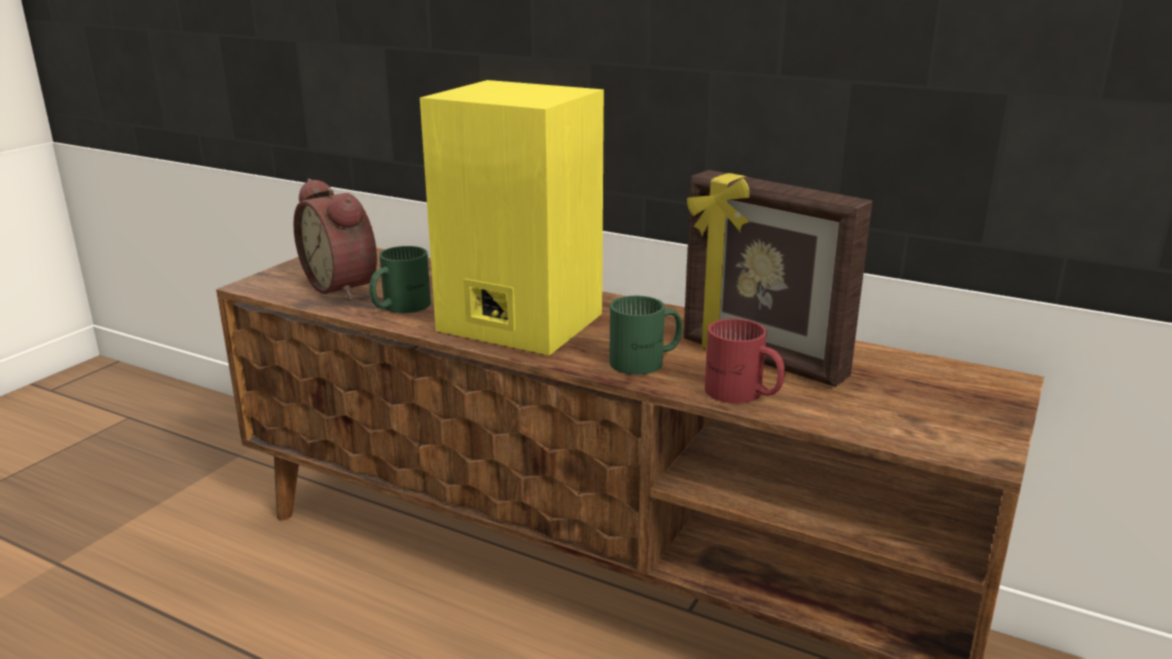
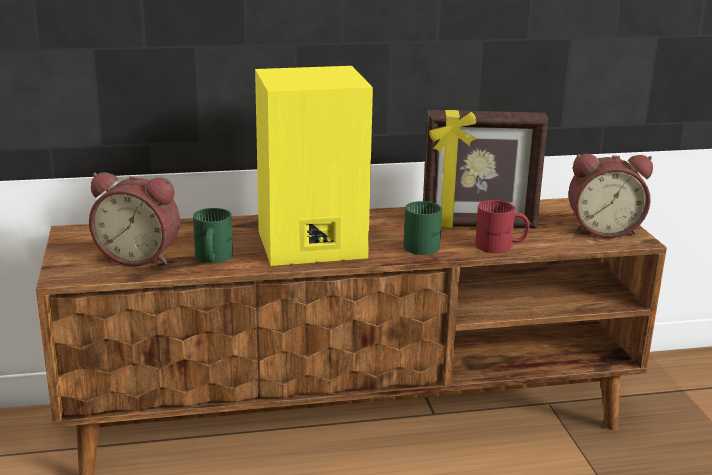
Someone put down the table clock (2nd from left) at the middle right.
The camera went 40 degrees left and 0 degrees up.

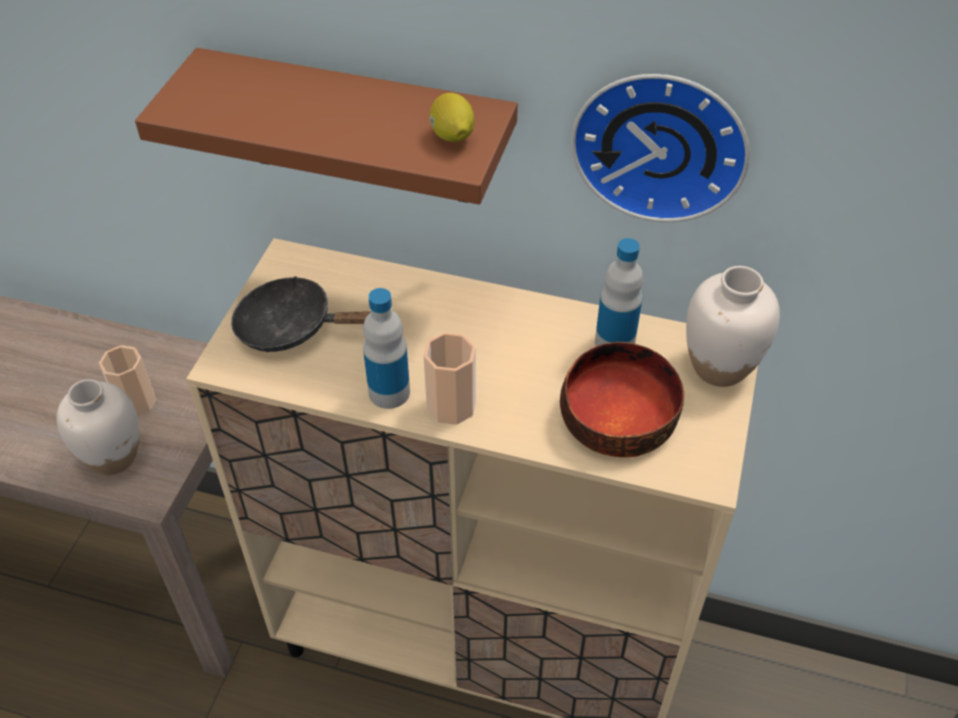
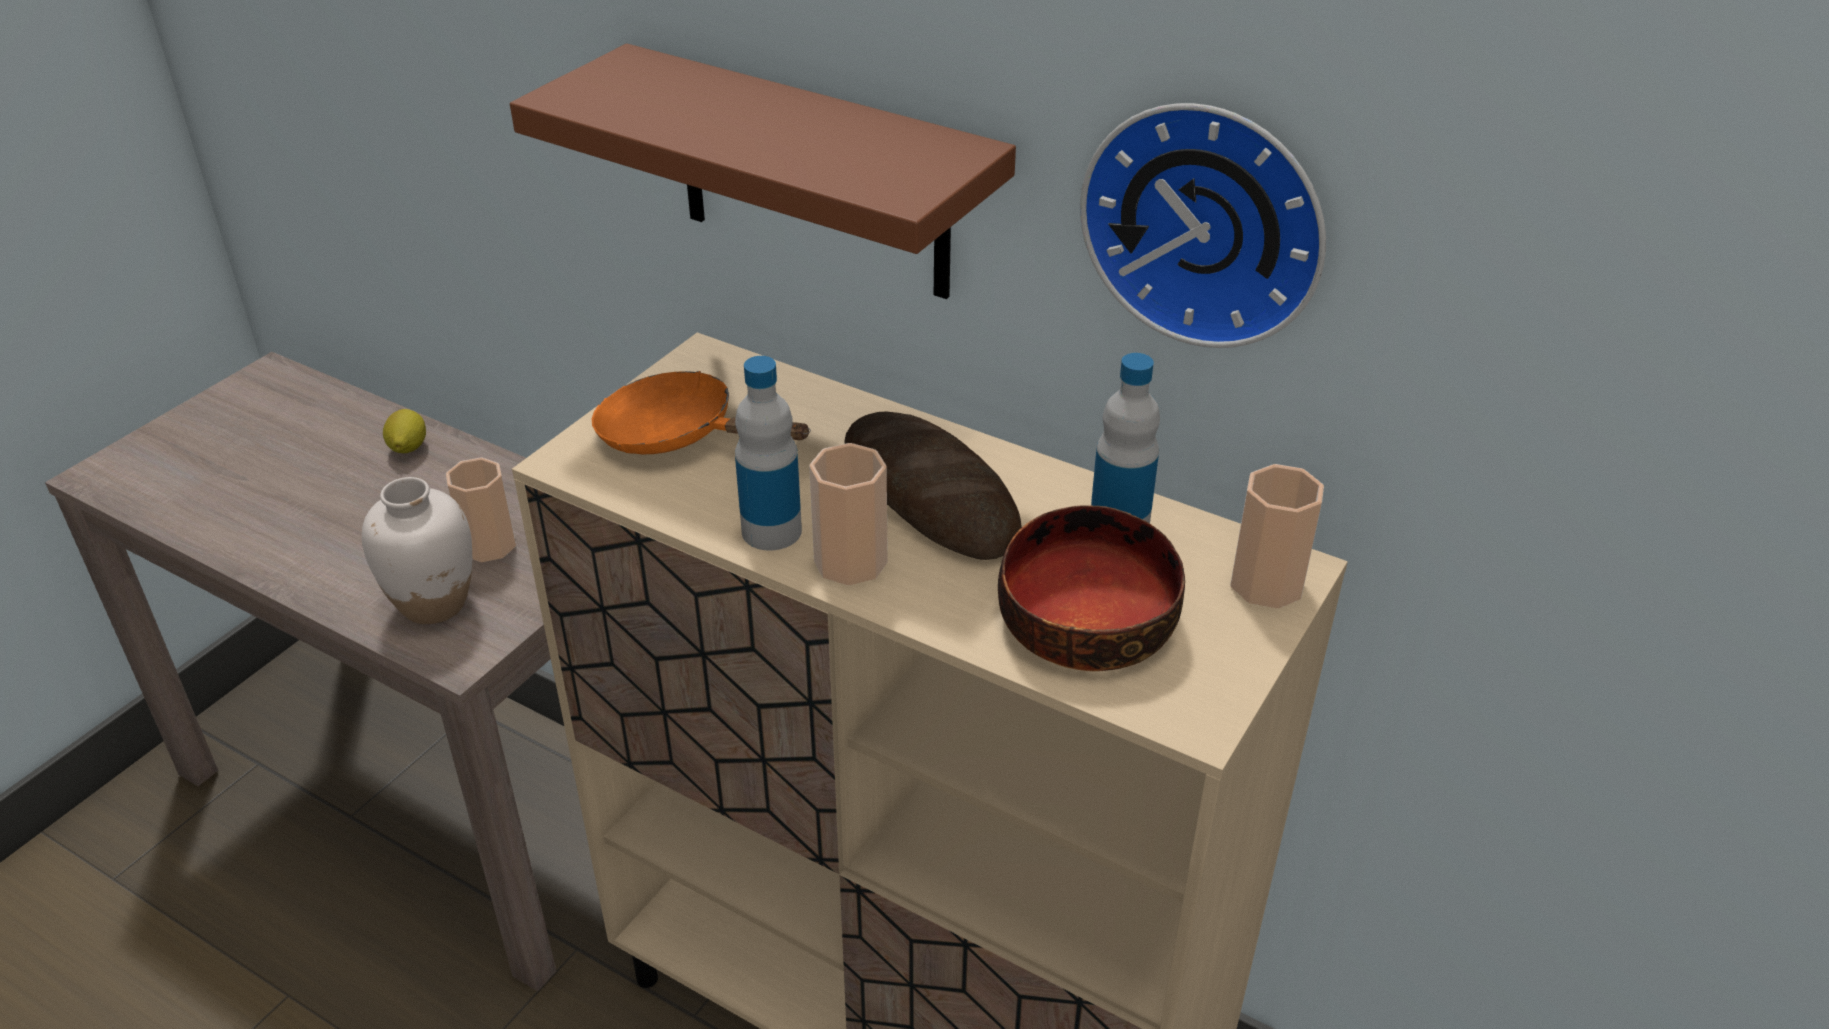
Someone put down the baked bread at the centre.
Someone carried the whole lemon from the top centre to the middle left.
Someone swapped the white decorative vase (2nd from left) at the middle right for the drinking cup (3rd from left) at the middle right.
Someone repainted the blackish skillet at the middle left, which became the orange skillet at the centre.
The camera went 15 degrees right and 10 degrees down.

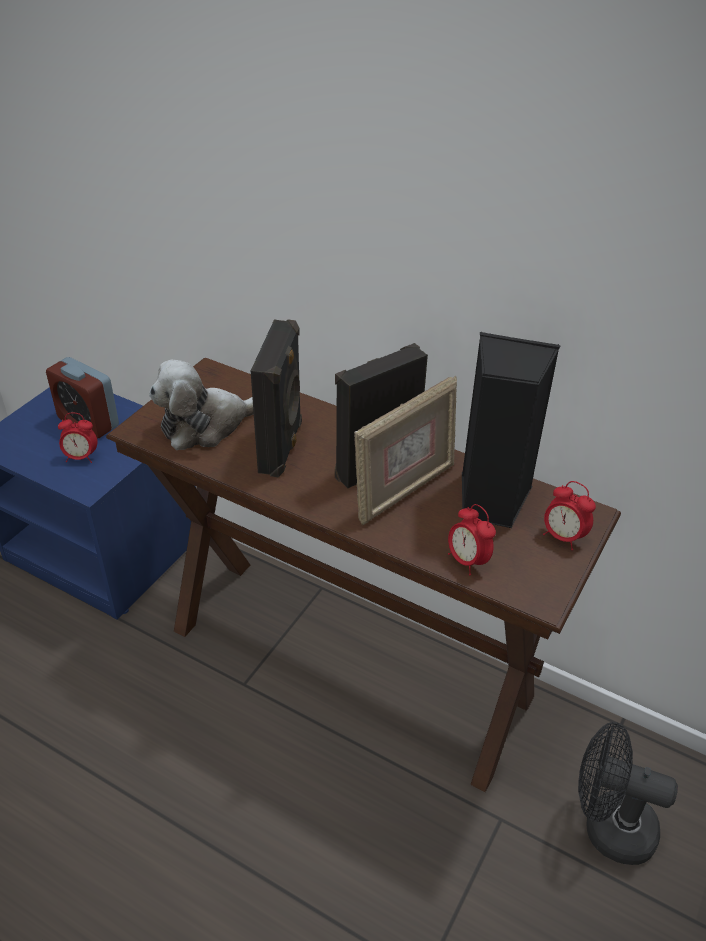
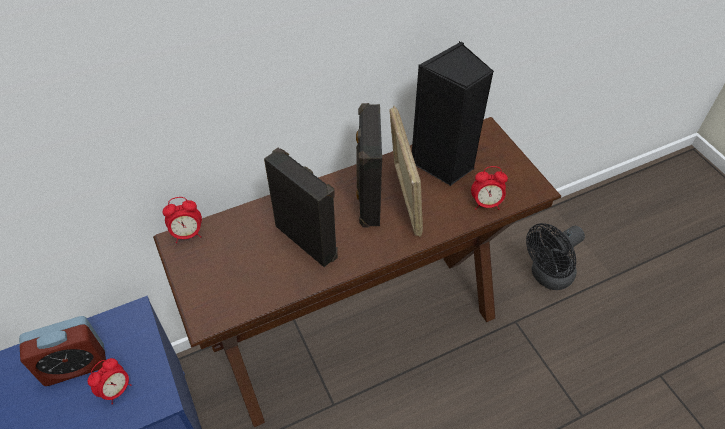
Someone took away the soft toy at the middle left.
Someone carried the table clock (4th from left in the first image) from the middle right to the middle left.
The camera went 55 degrees left and 10 degrees up.

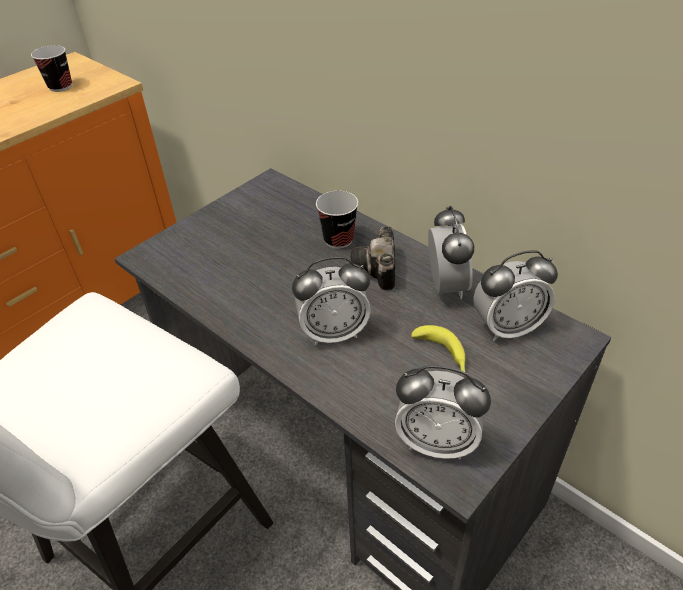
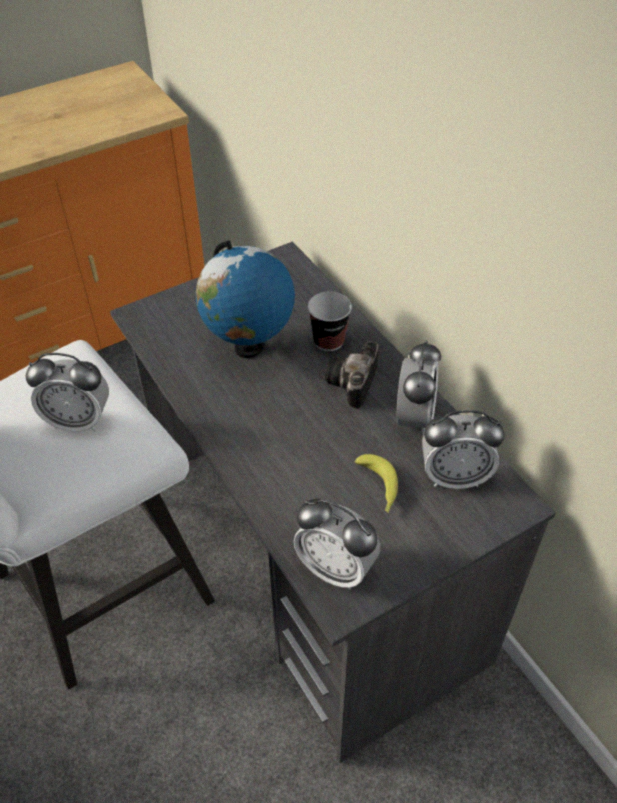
Someone took away the drinking cup (1st from left) at the top left.
Someone put down the world globe at the centre.
Someone carried the table clock (1st from left) from the centre to the middle left.
The camera went 15 degrees right and 5 degrees up.

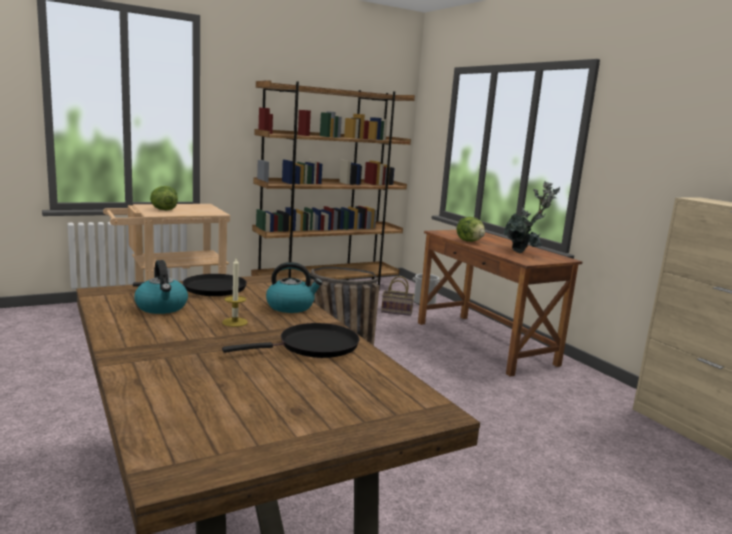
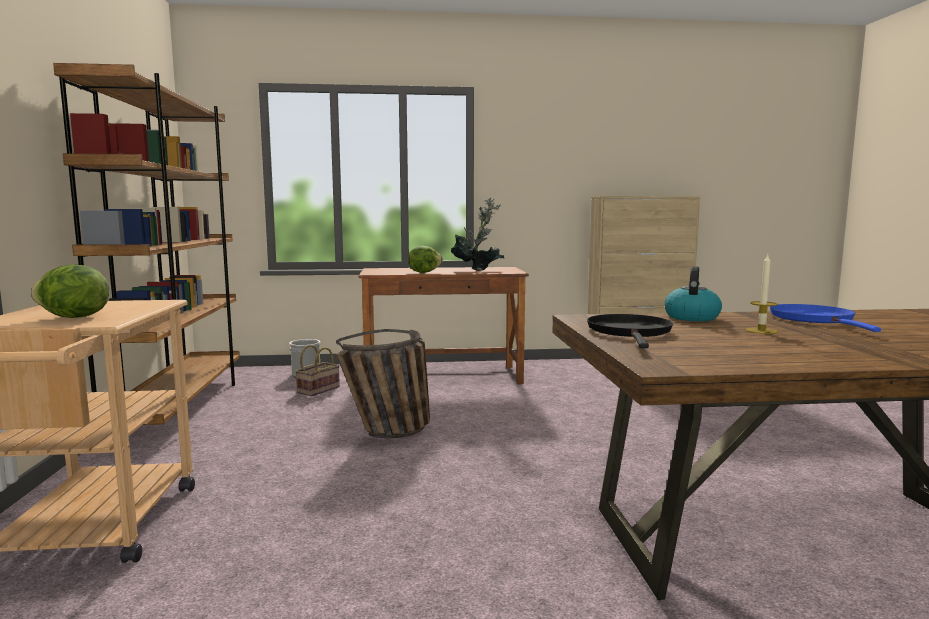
Someone took away the water kettle (1st from left) at the middle left.
Someone repainted the blackish skillet (2nd from left) at the centre, which became the blue skillet at the middle right.
The camera went 65 degrees left and 5 degrees down.

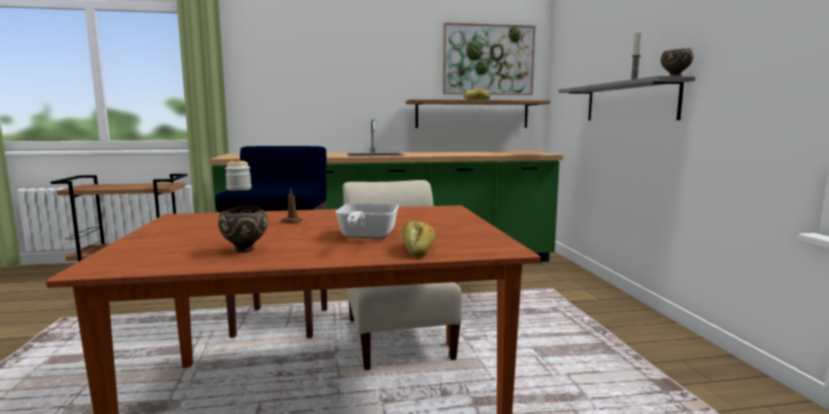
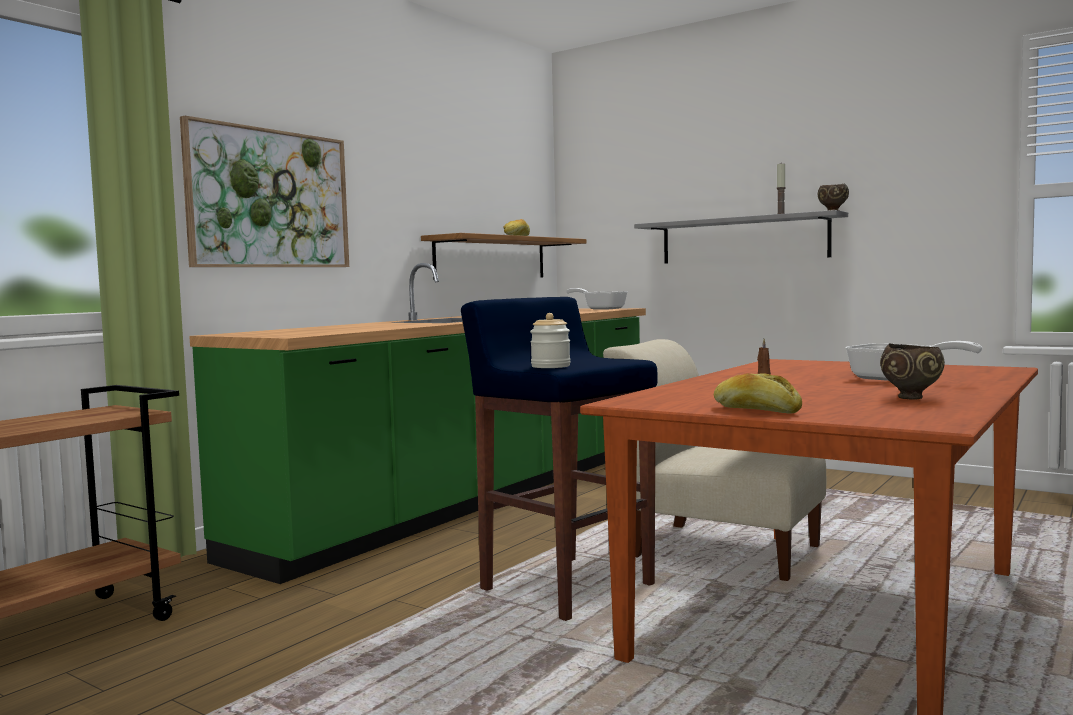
Someone put down the skillet (1st from left) at the centre.
Someone carried the baked bread (1st from left in the first image) from the centre to the middle right.
Someone carried the wall picture from the top centre to the top left.
The camera went 45 degrees left and 5 degrees down.

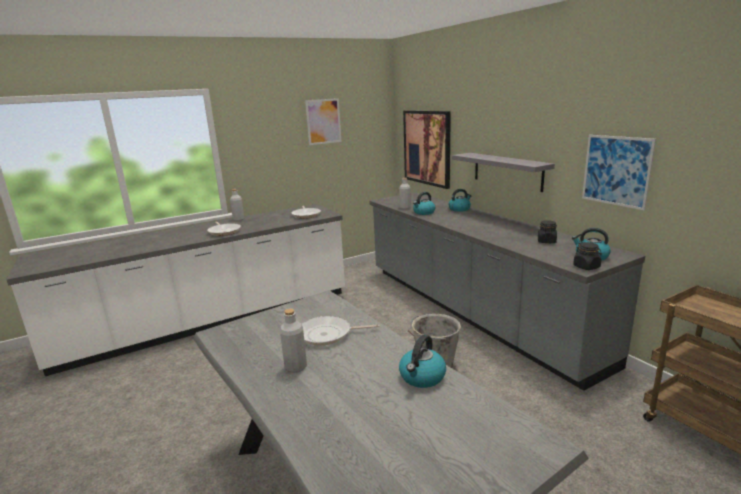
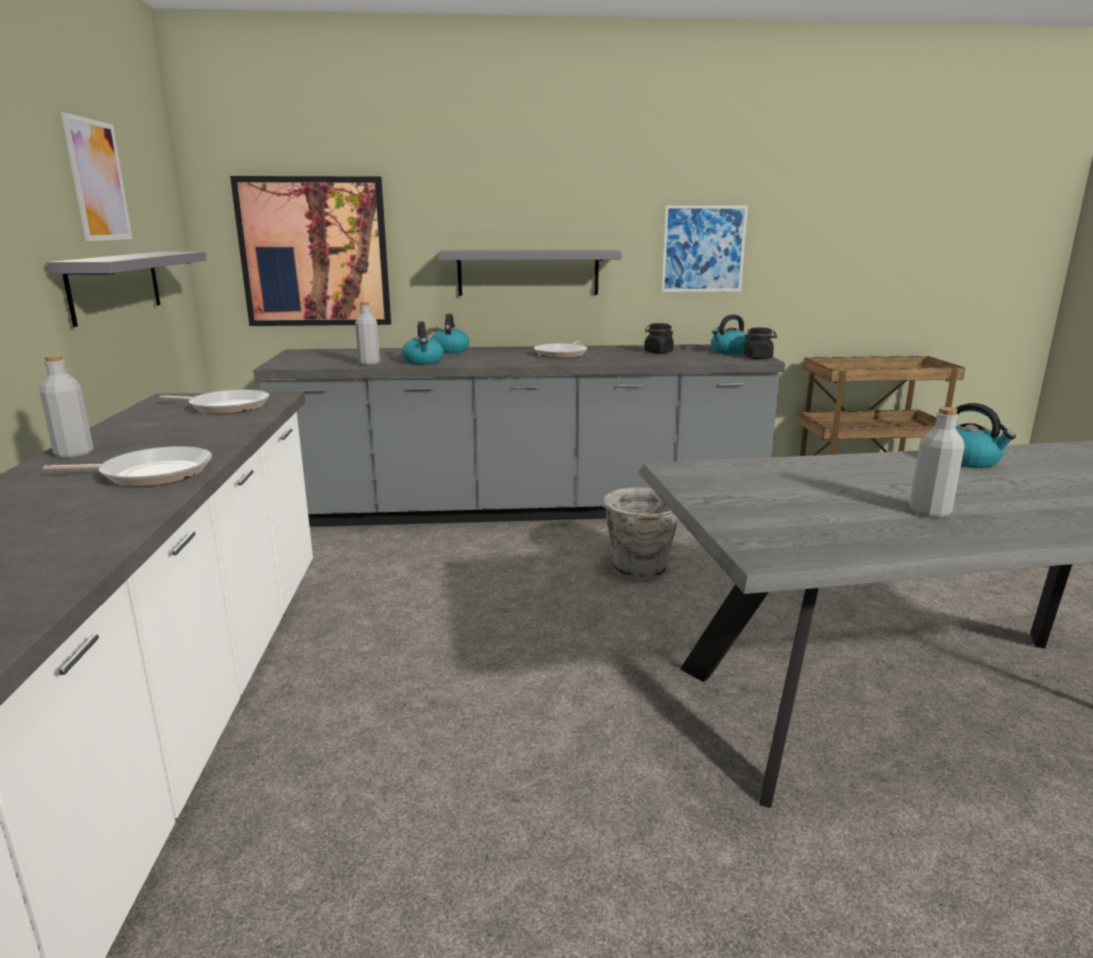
Someone put up the grey shelf (1st from left) at the top left.
Someone carried the skillet (3rd from left) from the bottom centre to the centre.
The camera went 65 degrees left and 0 degrees up.

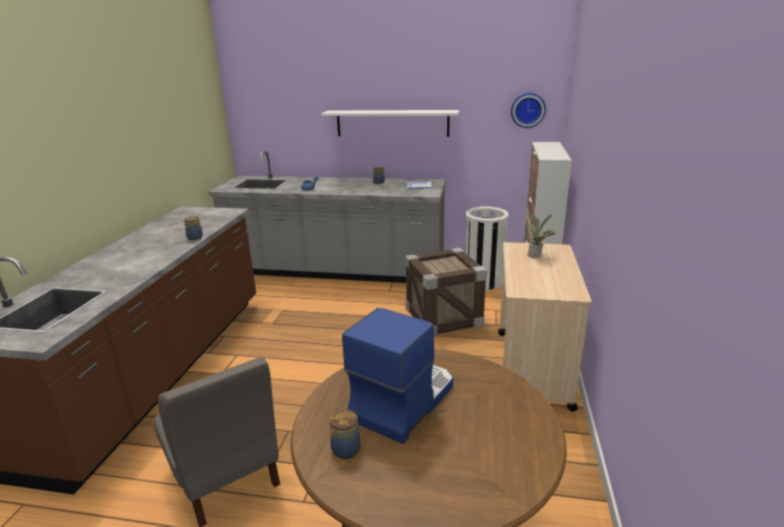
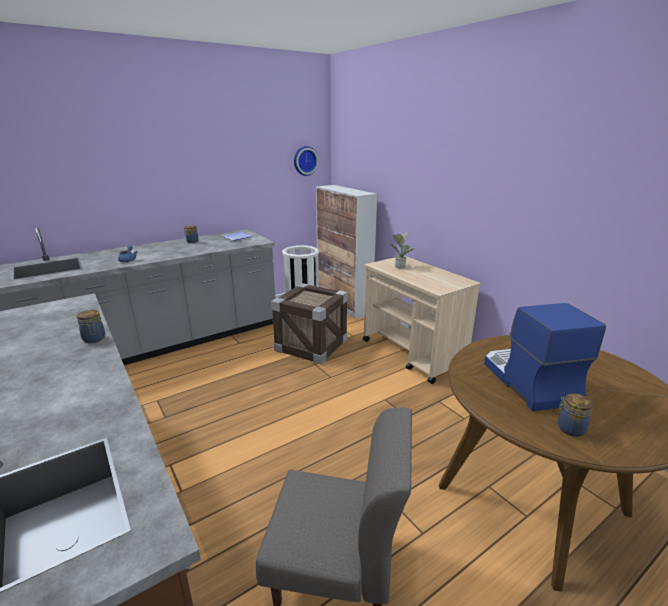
Someone took away the white shelf at the top centre.
The camera went 45 degrees left and 0 degrees up.

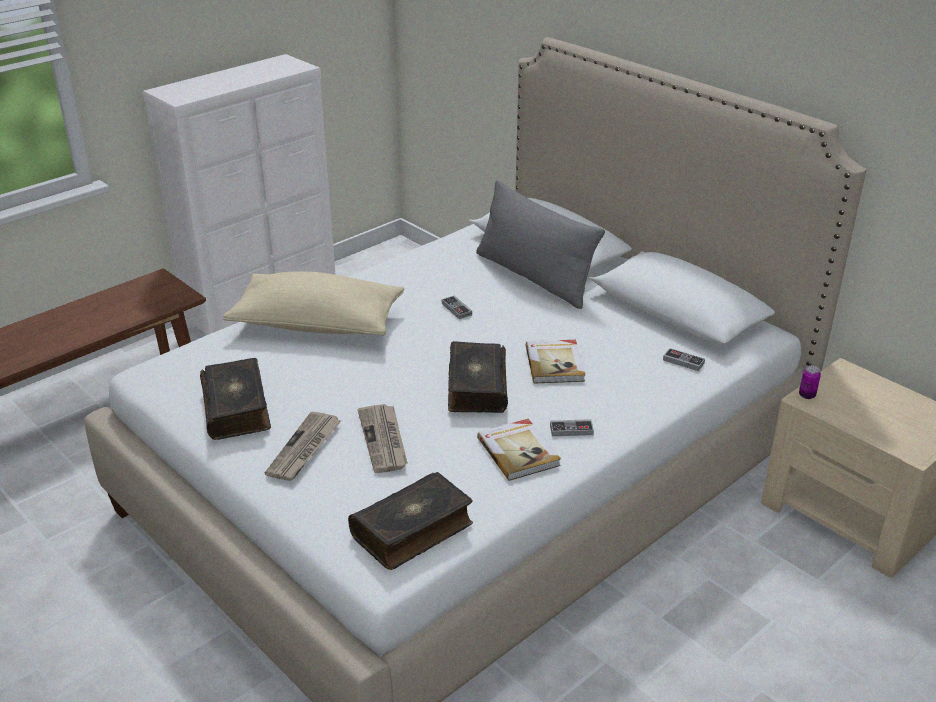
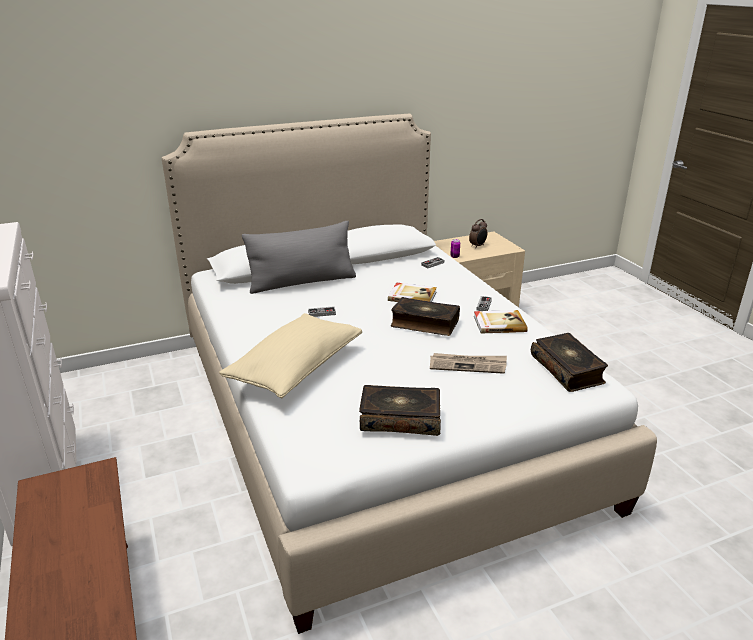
Someone took away the daily paper (1st from left) at the middle left.
Someone put down the table clock at the centre.
The camera went 70 degrees left and 5 degrees down.

